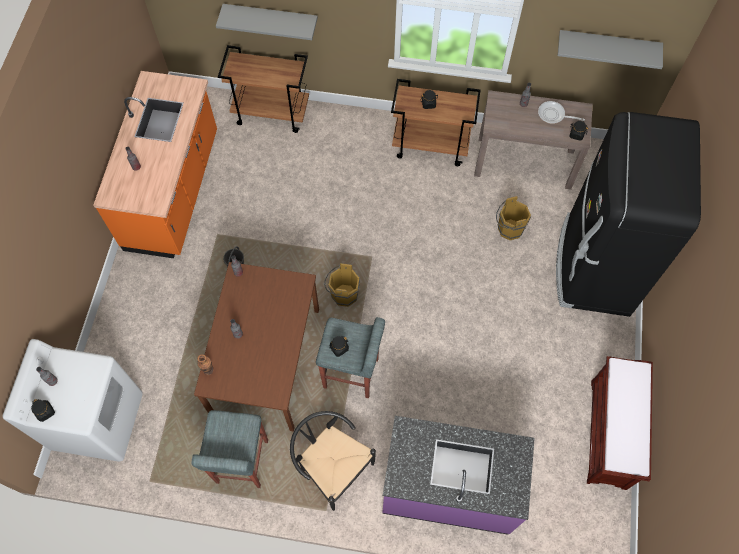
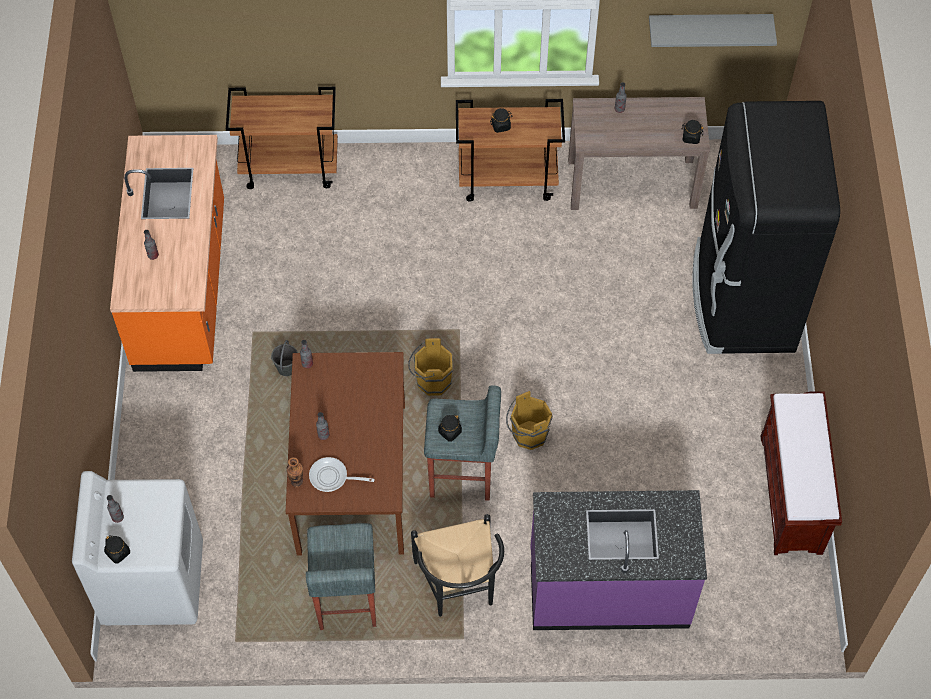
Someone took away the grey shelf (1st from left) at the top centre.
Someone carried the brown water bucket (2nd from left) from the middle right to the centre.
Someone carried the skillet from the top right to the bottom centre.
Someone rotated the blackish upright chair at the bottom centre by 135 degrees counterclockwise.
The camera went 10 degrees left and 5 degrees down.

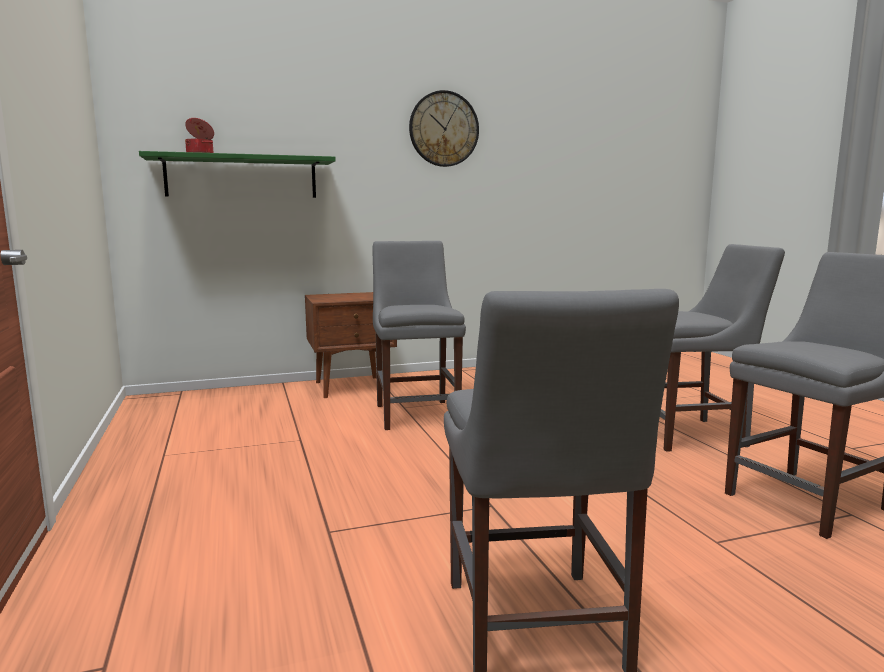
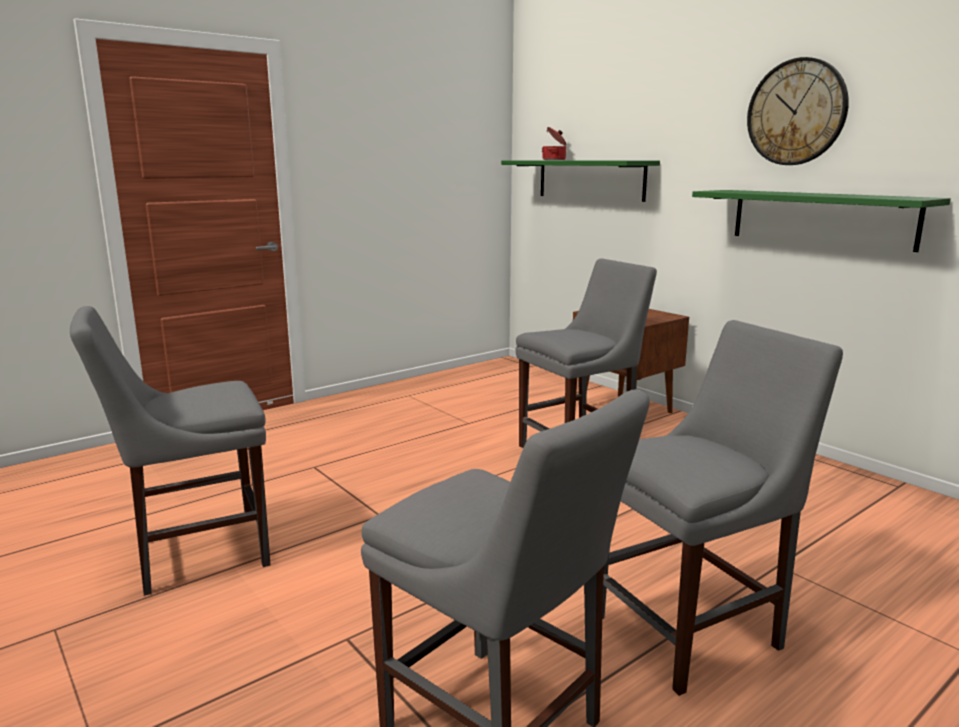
Someone put up the green-coloured shelf (2nd from left) at the top right.
Someone rotated the grey upright chair (3rd from left in the first image) at the middle right by 90 degrees counterclockwise.
The camera went 70 degrees right and 5 degrees up.

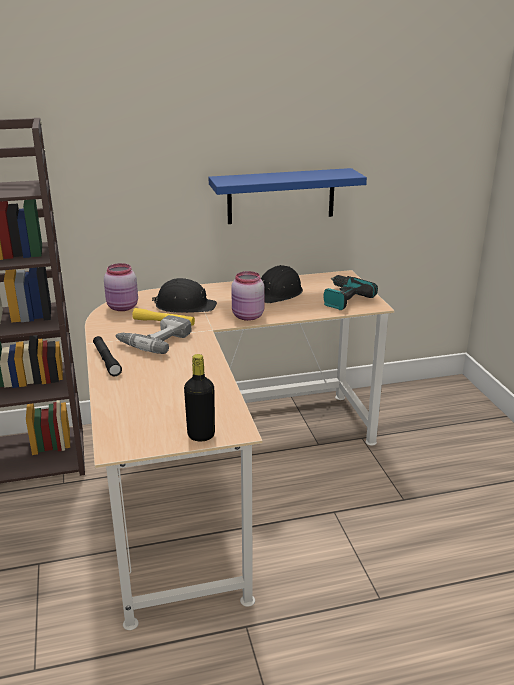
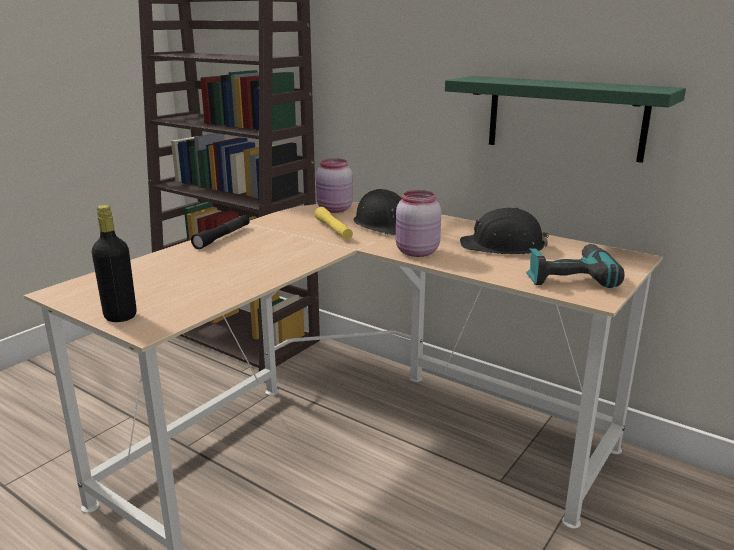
Someone took away the power drill (1st from left) at the middle left.
Someone repainted the blue shelf at the top centre, which became the green-coloured shelf at the top right.
The camera went 50 degrees right and 5 degrees down.

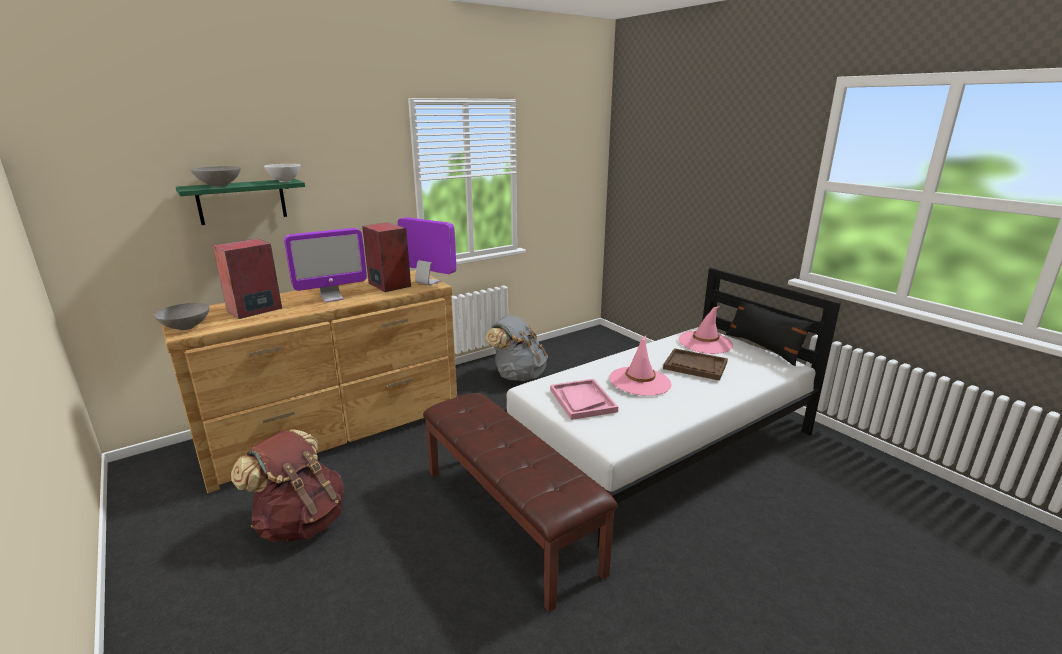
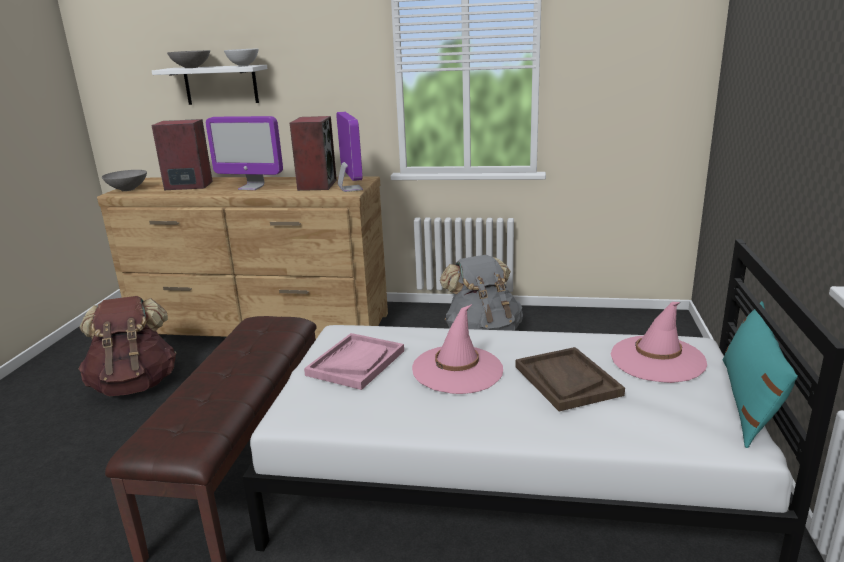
Someone repainted the green-coloured shelf at the top left, which became the white shelf at the top left.
Someone repainted the blackish throw pillow at the middle right, which became the blue-green throw pillow at the middle right.
The camera went 45 degrees right and 0 degrees up.

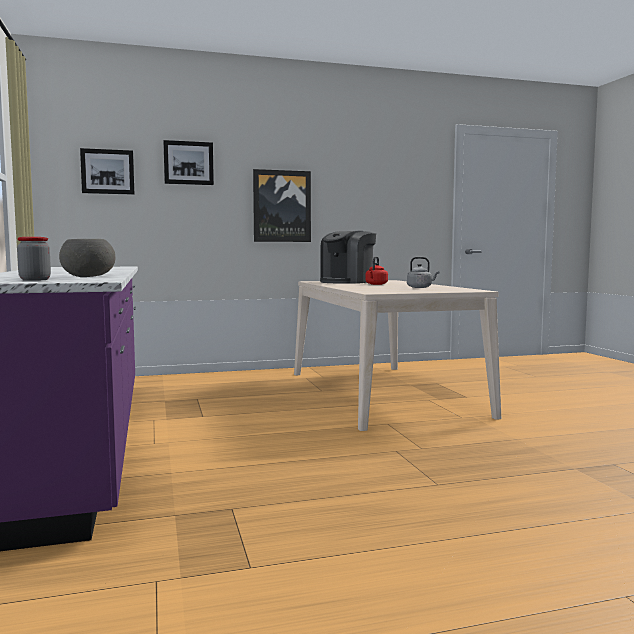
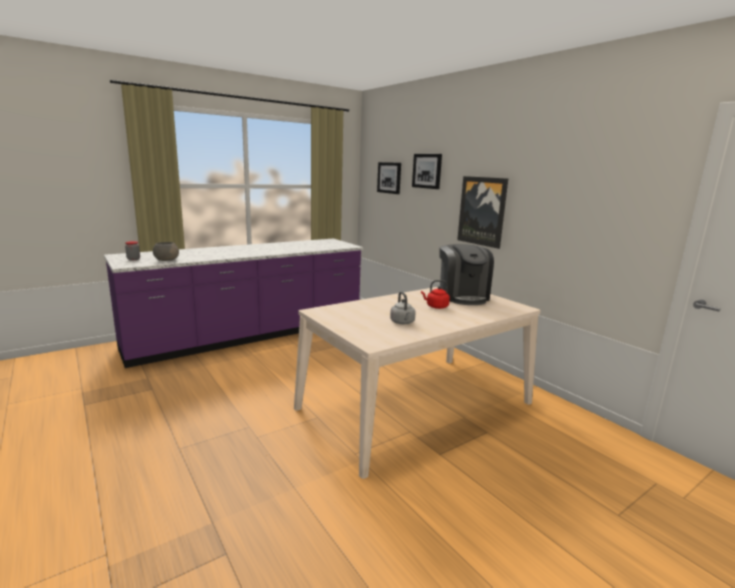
Someone rotated the coffee maker at the centre by 120 degrees counterclockwise.
The camera went 70 degrees right and 10 degrees up.

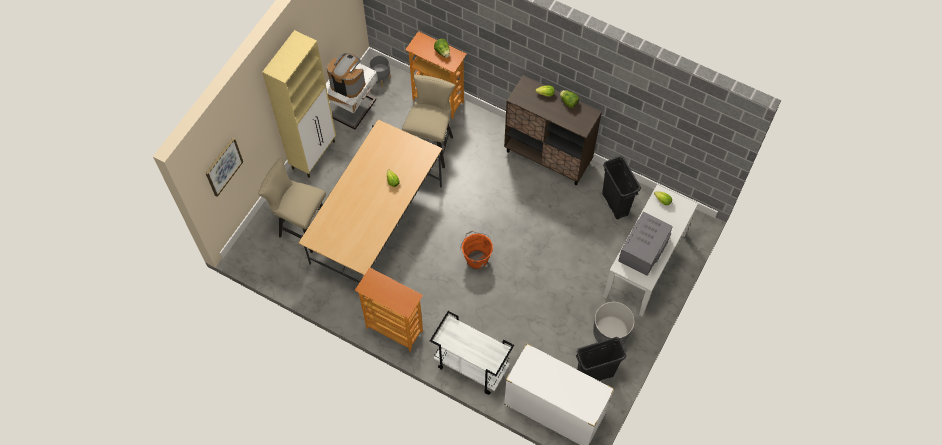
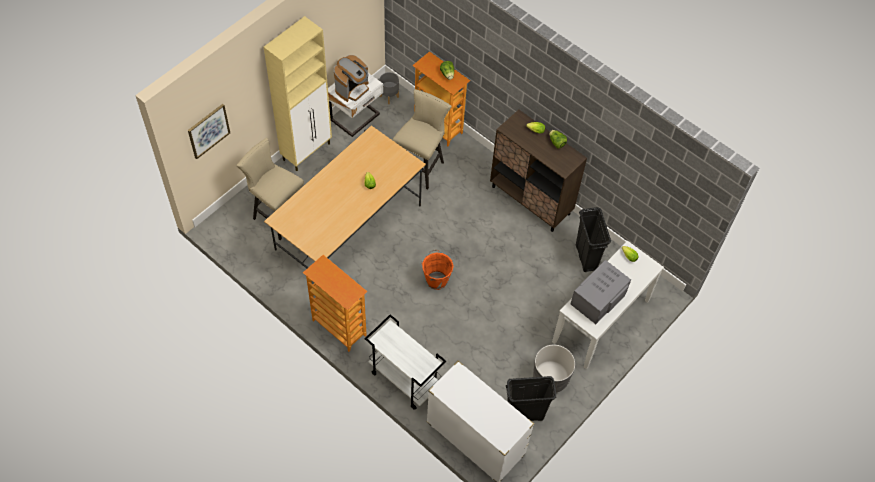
Someone rotated the coffee maker at the top centre by 90 degrees clockwise.
The camera went 10 degrees right and 5 degrees down.

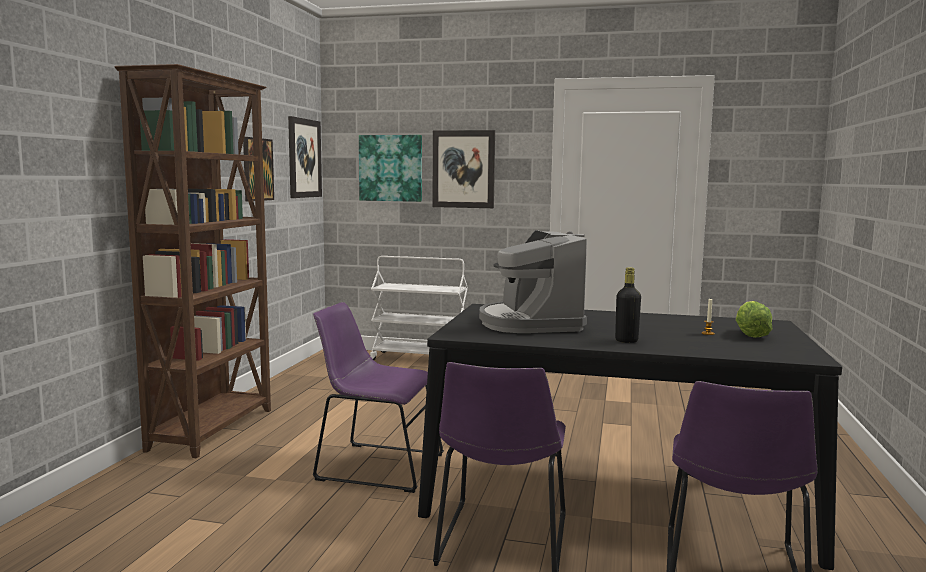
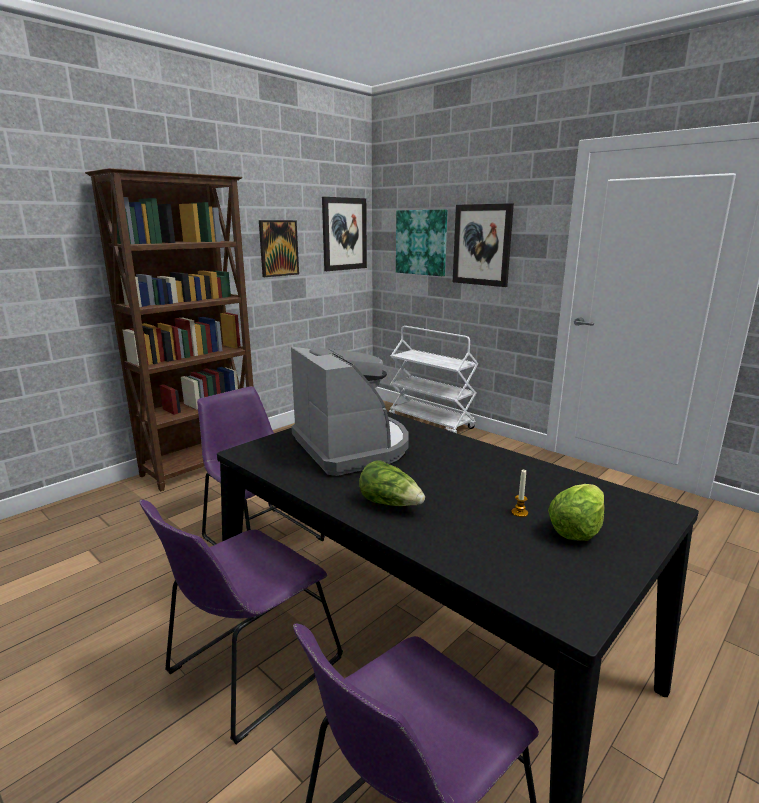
Someone swapped the blackish beverage bottle at the middle right for the head of lettuce (1st from left) at the centre.
Someone rotated the coffee maker at the centre by 135 degrees clockwise.
The camera went 30 degrees right and 10 degrees up.

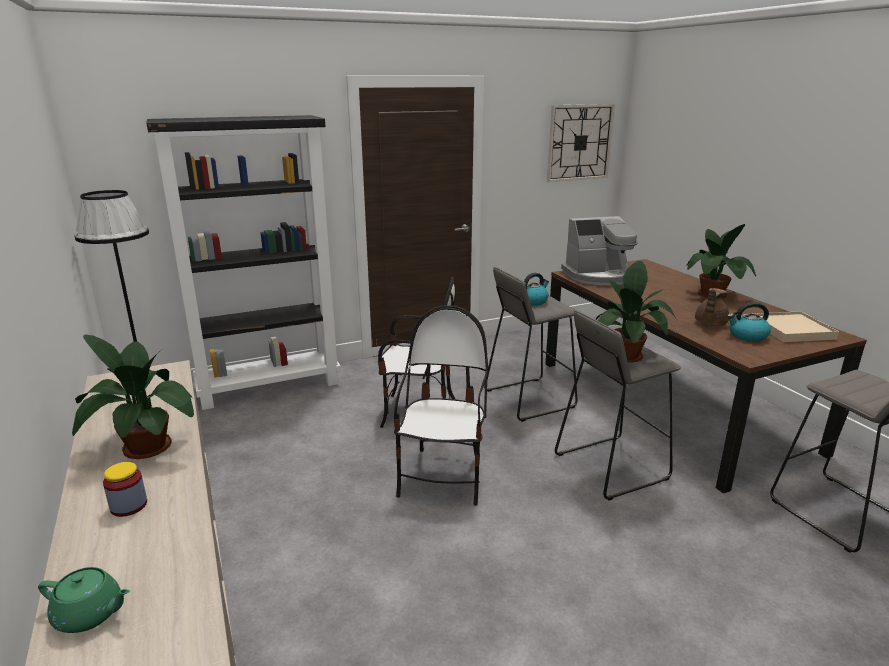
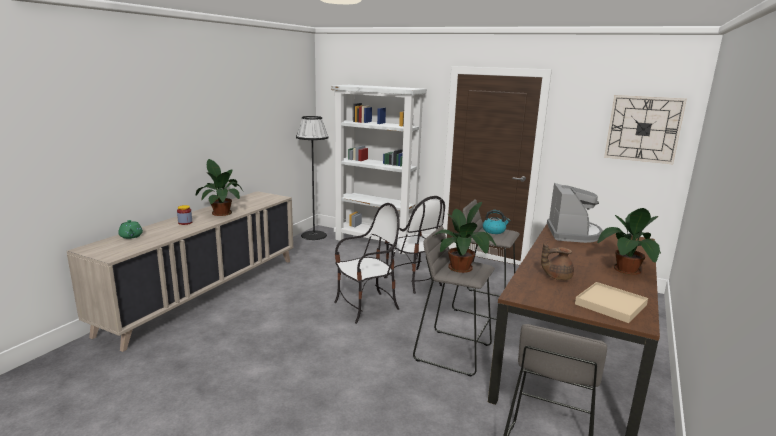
Someone took away the water kettle (2nd from left) at the middle right.
Someone repainted the blackish shelving unit at the middle left, which became the white shelving unit at the centre.
Someone rotated the coffee maker at the middle right by 120 degrees counterclockwise.
The camera went 50 degrees right and 5 degrees down.

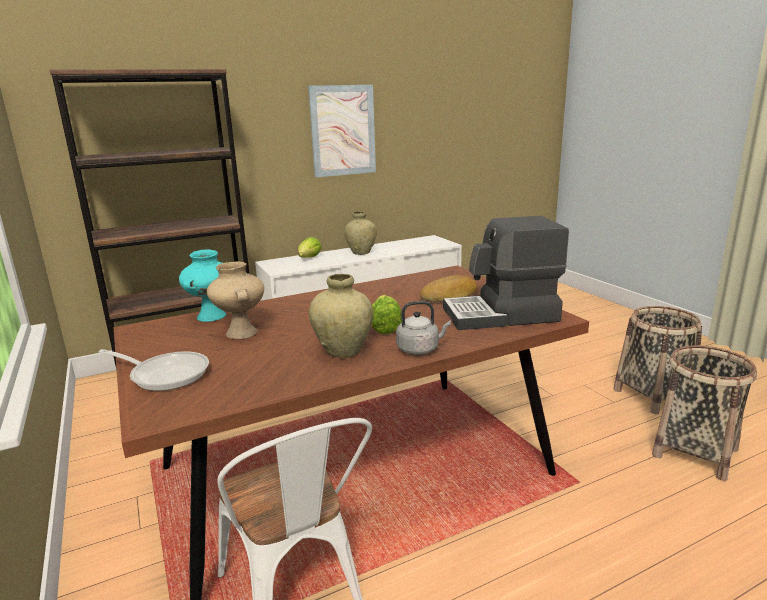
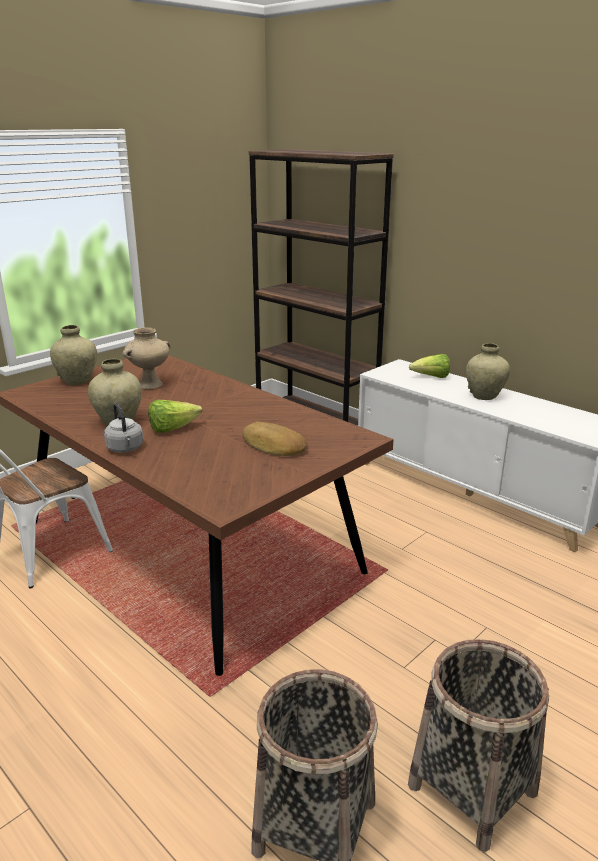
Someone took away the blue-green decorative vase at the middle left.
Someone took away the wall picture at the top centre.
Someone took away the coffee maker at the centre.
Someone swapped the skillet at the middle left for the sand-coloured decorative vase (1st from left) at the middle left.
The camera went 70 degrees right and 5 degrees up.

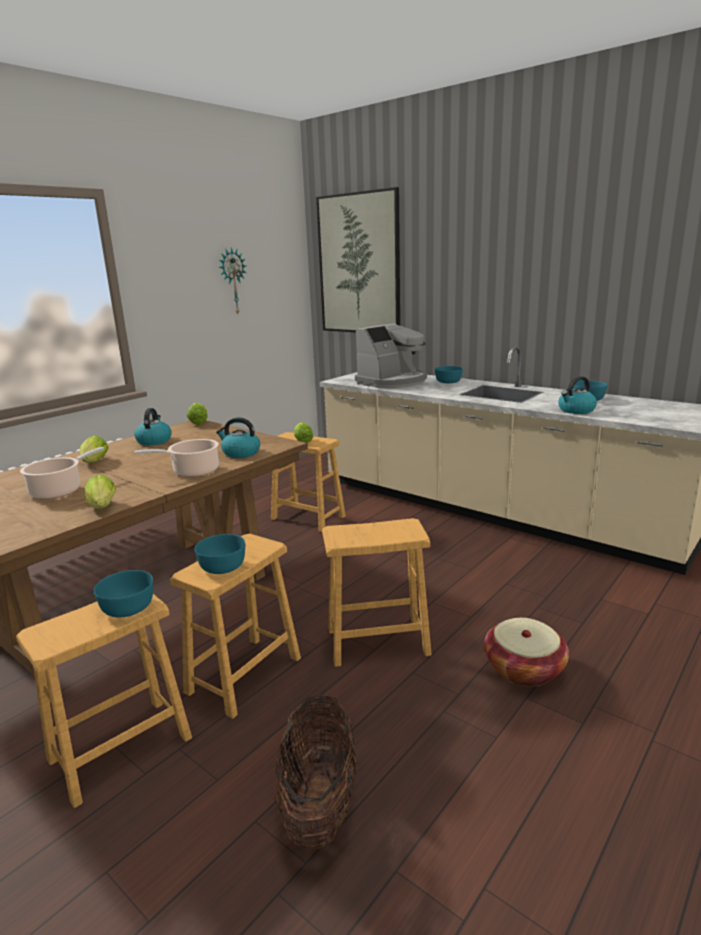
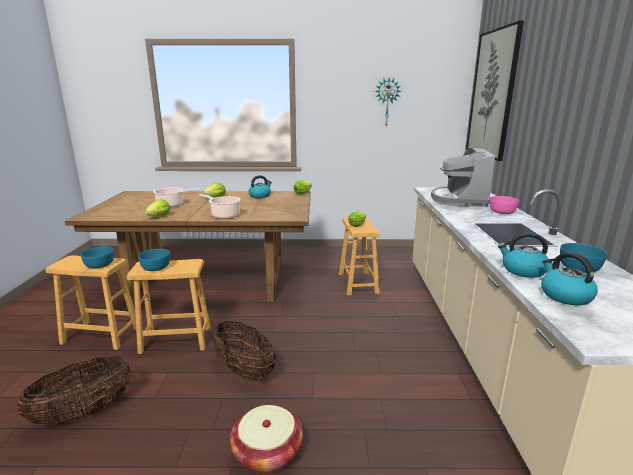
Someone carried the water kettle (2nd from left in the first image) from the centre to the middle right.
Someone swapped the brown stool (4th from left) at the centre for the basket (2nd from left) at the bottom centre.
Someone repainted the blue-green bowl (3rd from left) at the centre, which became the pinkish bowl at the middle right.
Someone rotated the coffee maker at the centre by 90 degrees clockwise.
The camera went 50 degrees right and 0 degrees up.

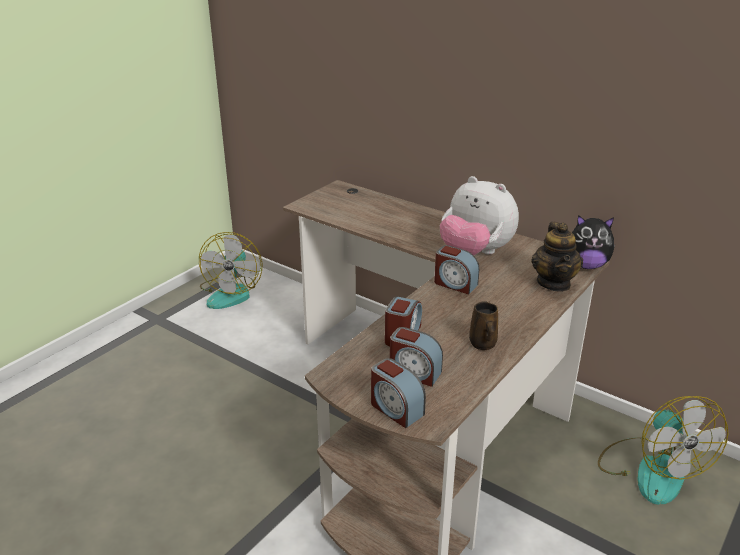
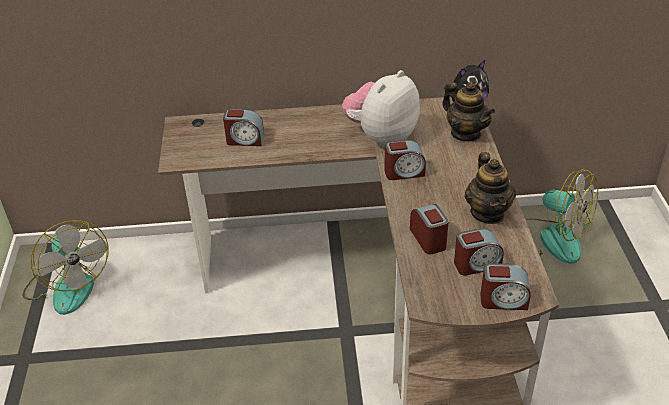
Someone put down the table clock (1st from left) at the top centre.
Someone swapped the brown mug at the centre for the teapot (2nd from left) at the middle right.
Someone rotated the soft toy (1st from left) at the centre by 135 degrees clockwise.
The camera went 40 degrees left and 10 degrees up.

